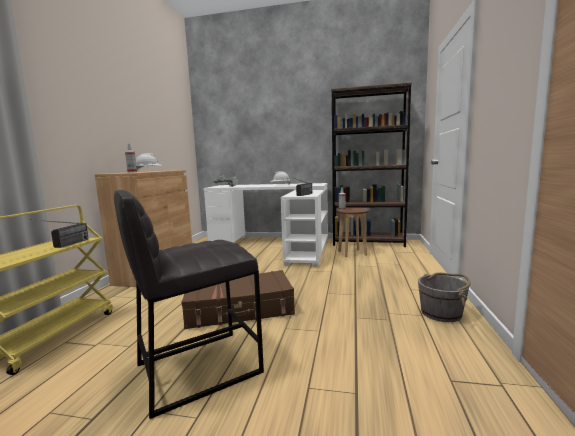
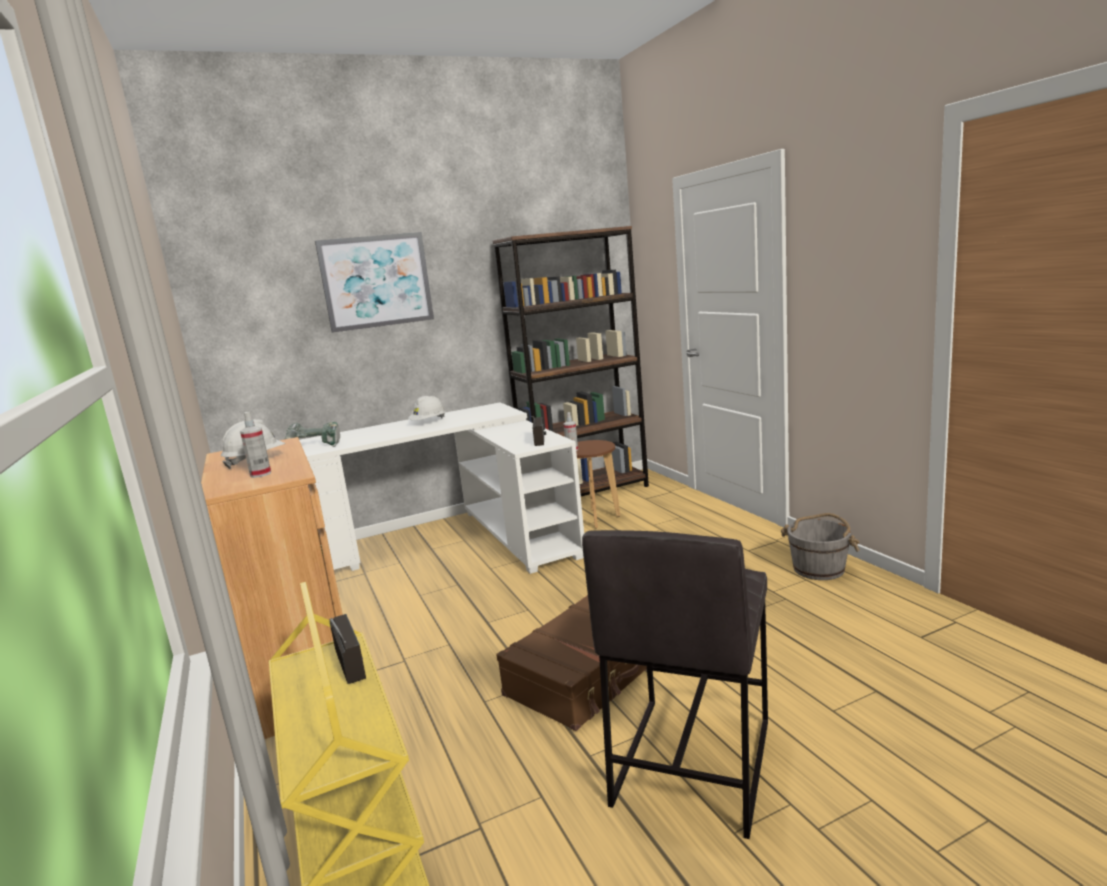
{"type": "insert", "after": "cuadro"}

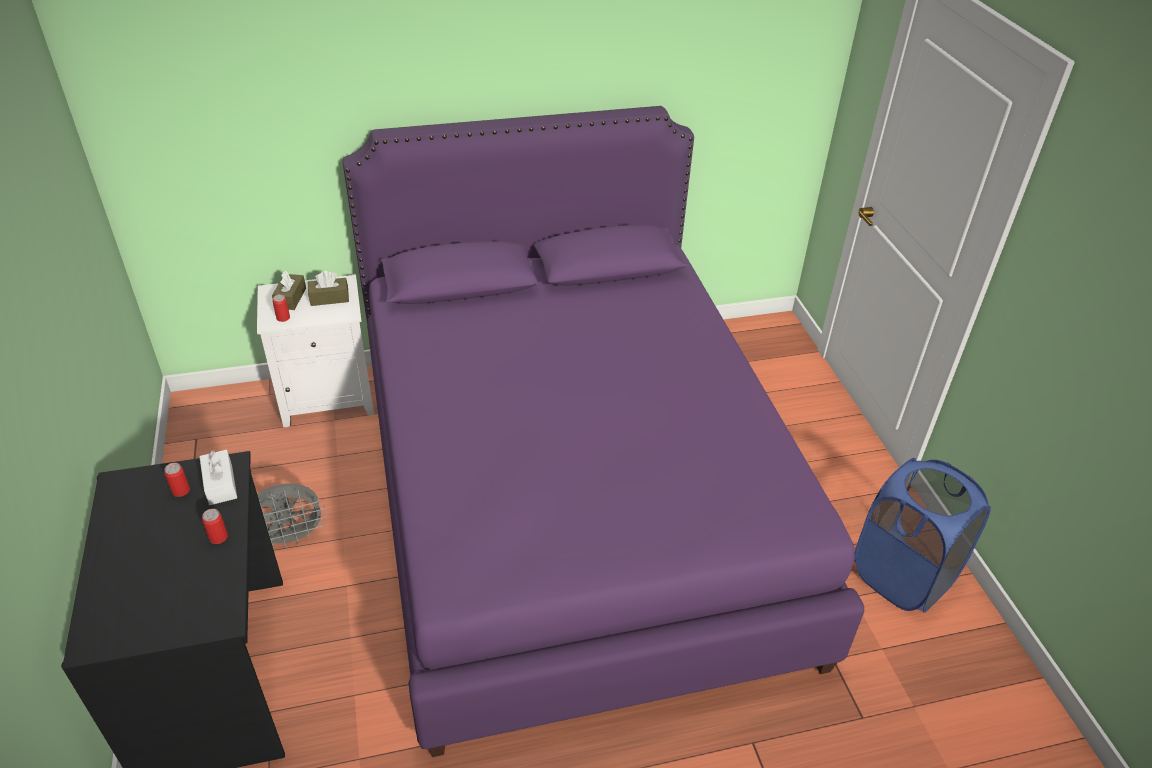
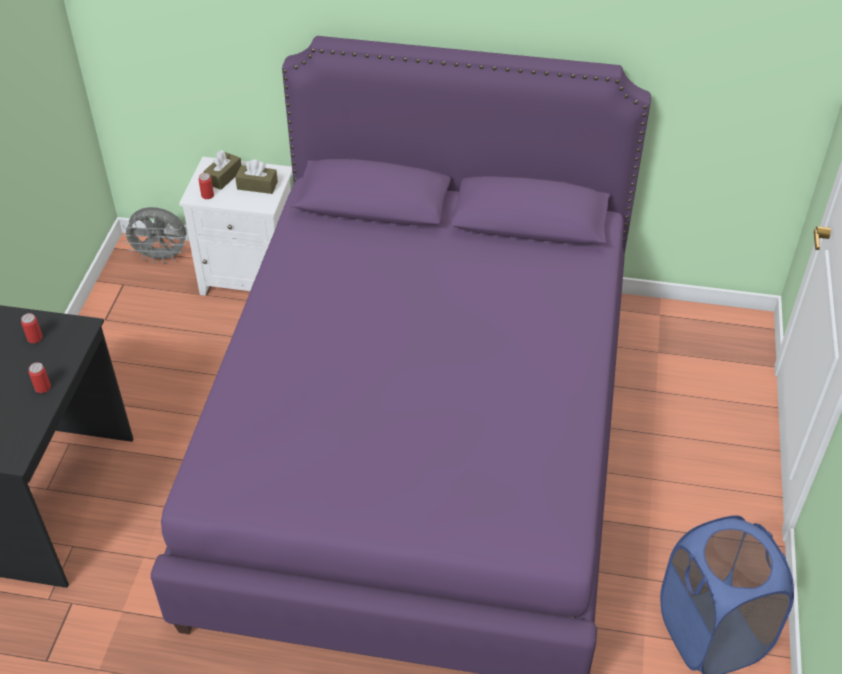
{"type": "delete", "before": "caja de pañuelos (blanco)"}
{"type": "move", "before": "ventilador (gris)"}

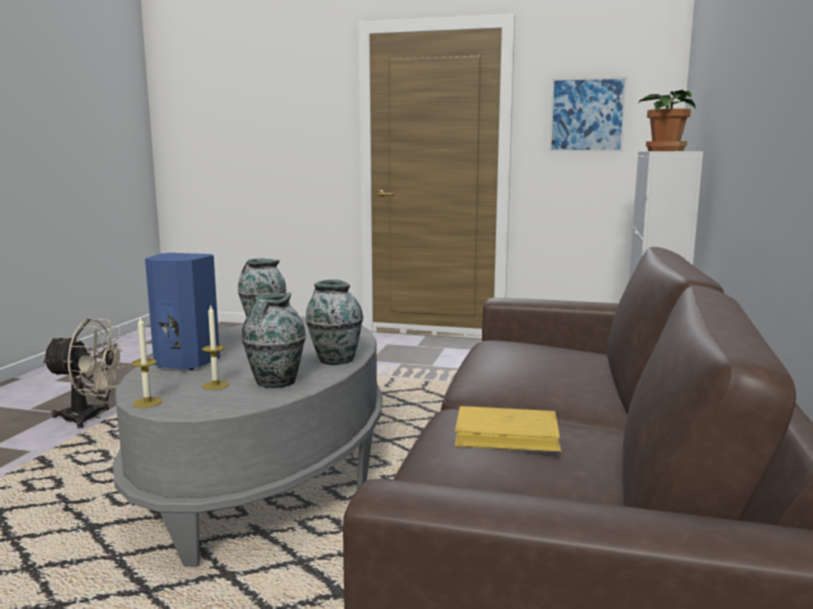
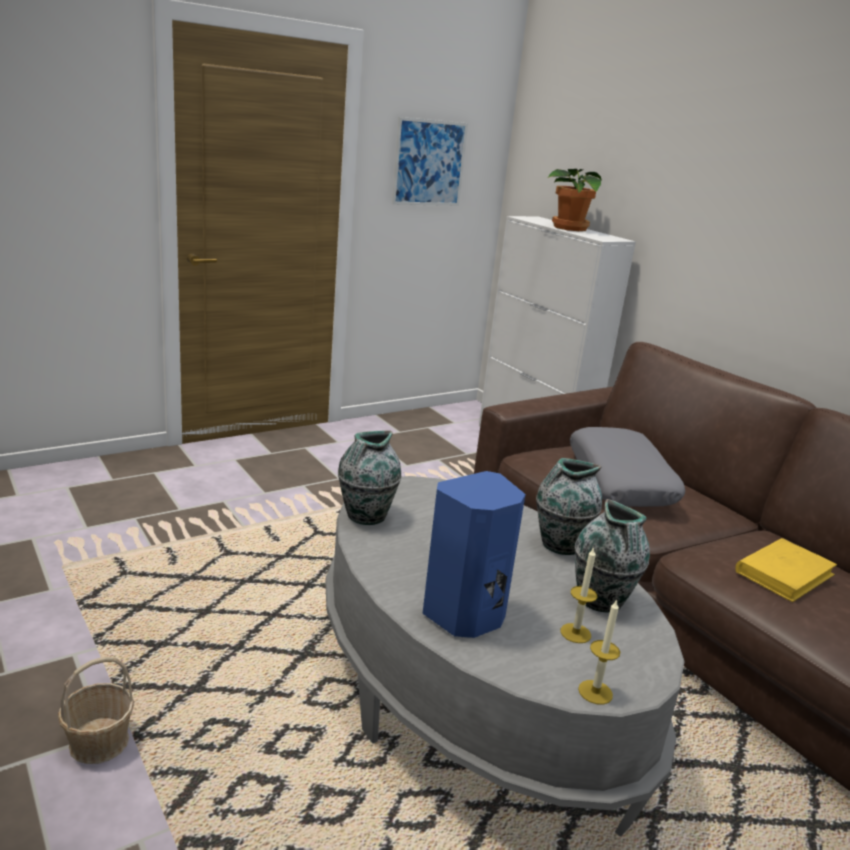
{"type": "replace", "before": "ventilador (beis)", "after": "cesta"}
{"type": "insert", "after": "cojín (gris)"}

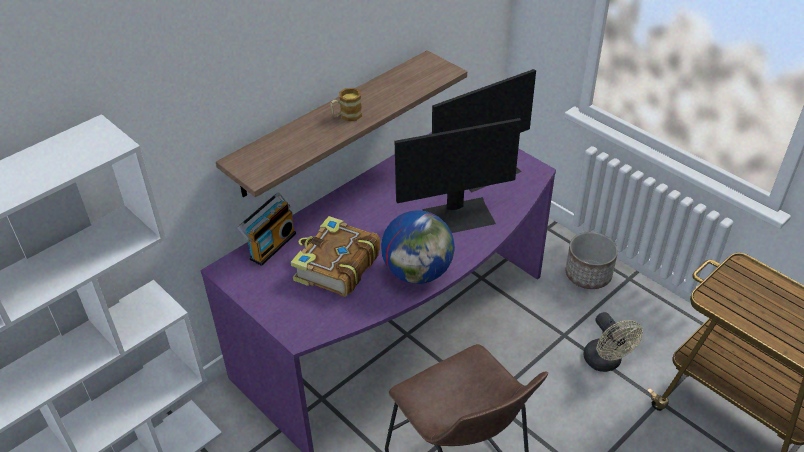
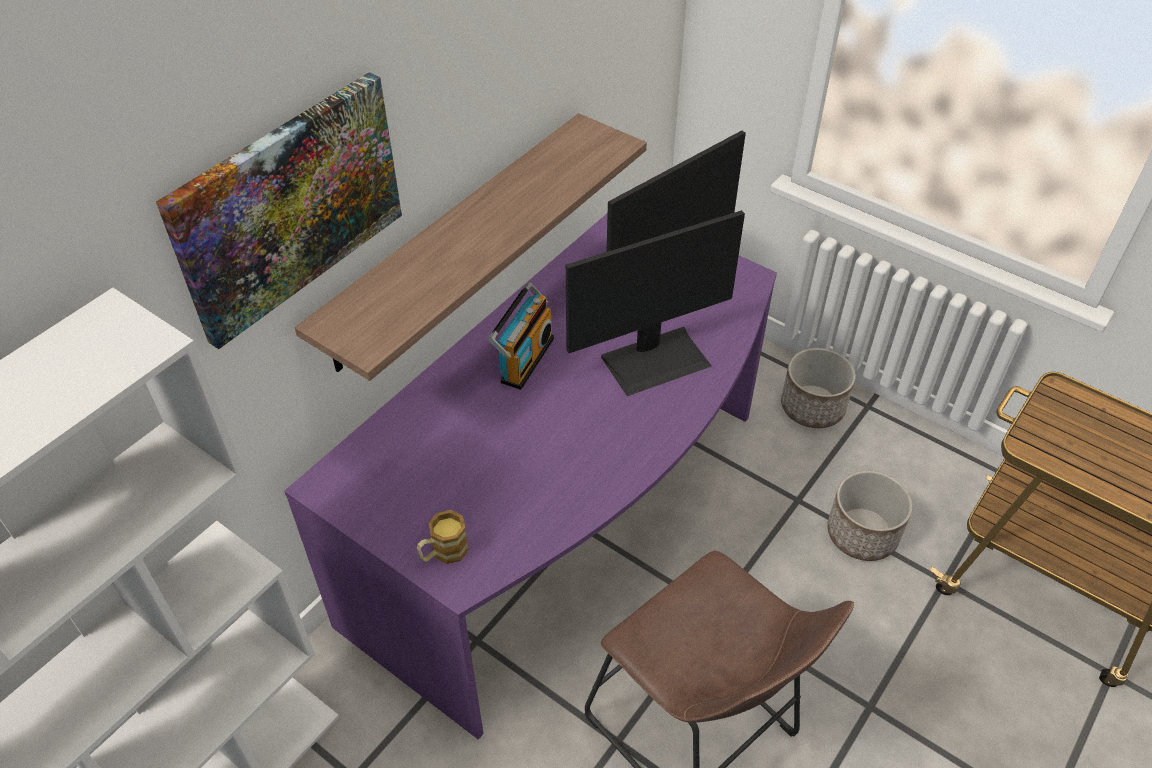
{"type": "move", "before": "taza grande"}
{"type": "move", "before": "radio"}
{"type": "delete", "before": "globo terráqueo"}
{"type": "delete", "before": "libro"}
{"type": "replace", "before": "ventilador (beis)", "after": "maceta (2nd from left)"}
{"type": "insert", "after": "cuadro"}

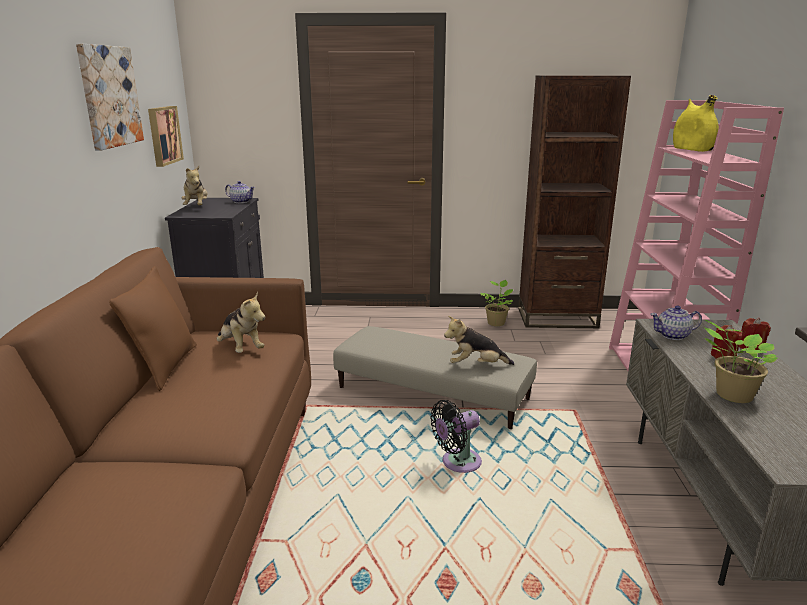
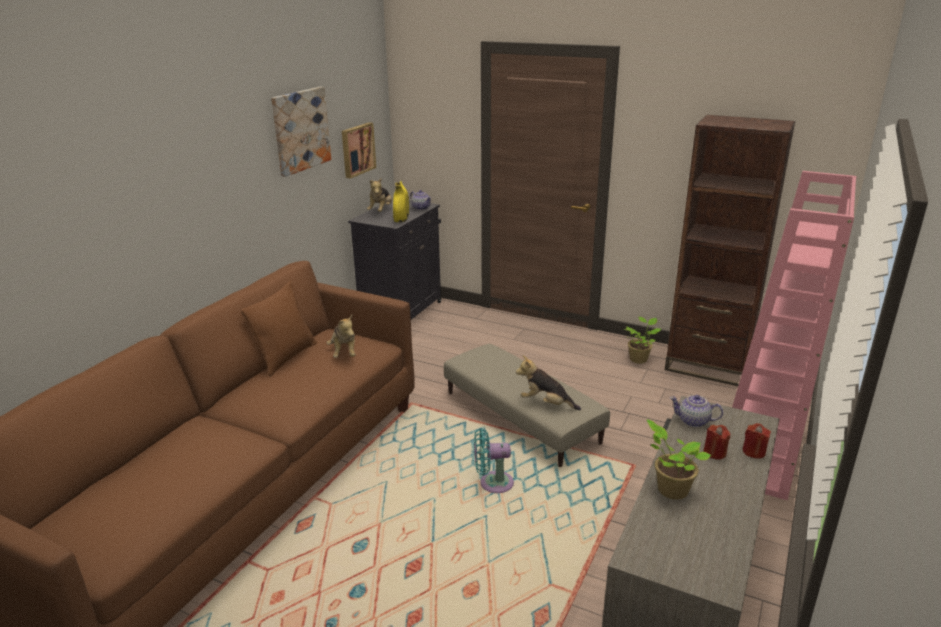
{"type": "move", "before": "florero (amarillo)"}
{"type": "recolor", "before": "ventilador (negro)", "after": "ventilador (turquesa)"}

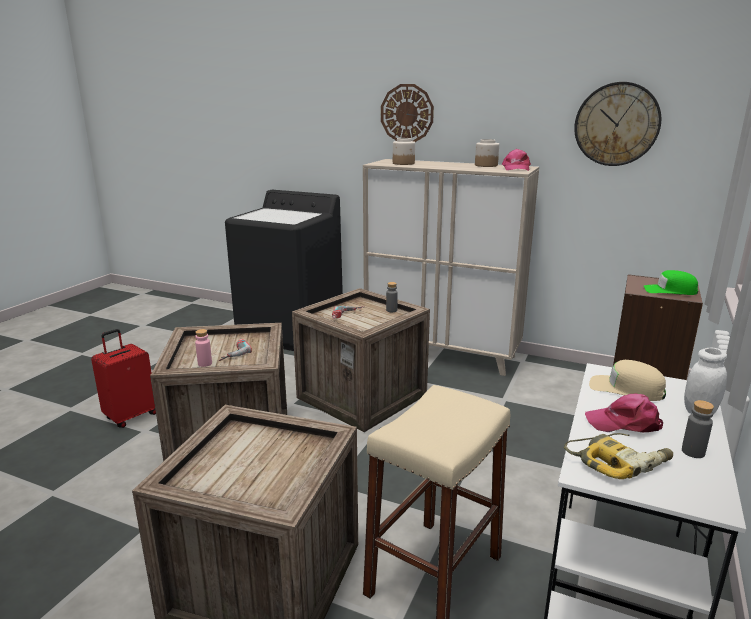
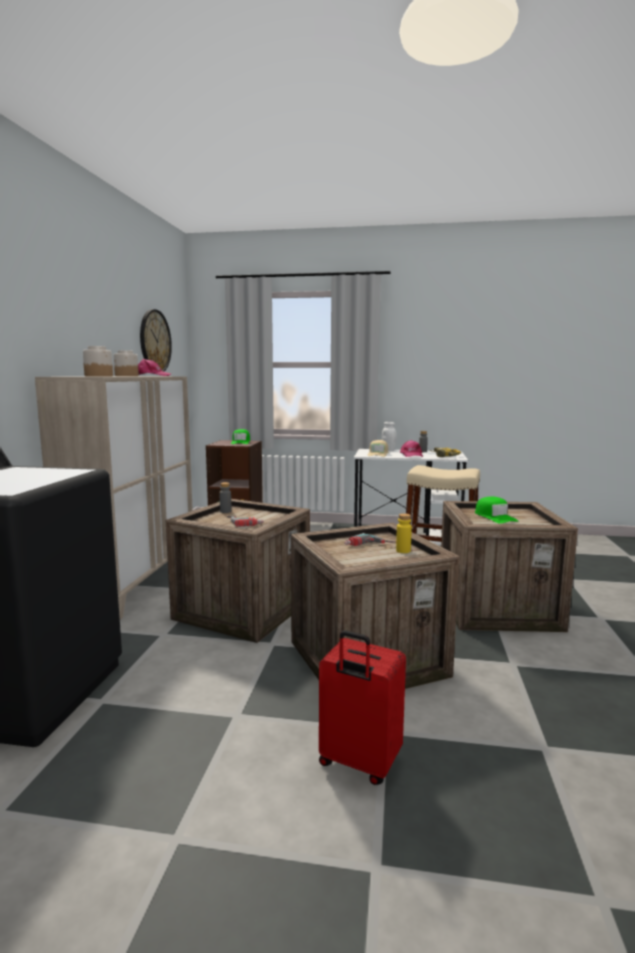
{"type": "delete", "before": "reloj de pared (1st from left)"}
{"type": "recolor", "before": "botella (rosa)", "after": "botella (amarillo)"}
{"type": "insert", "after": "gorra (verde) (2nd from left)"}

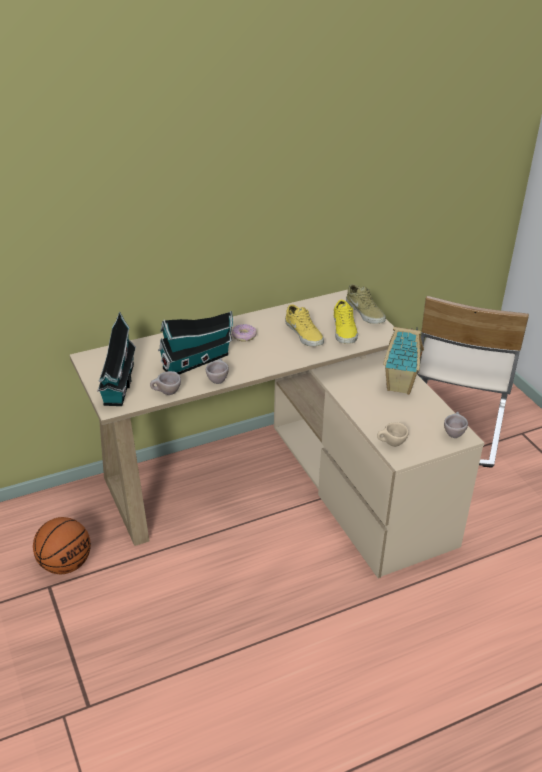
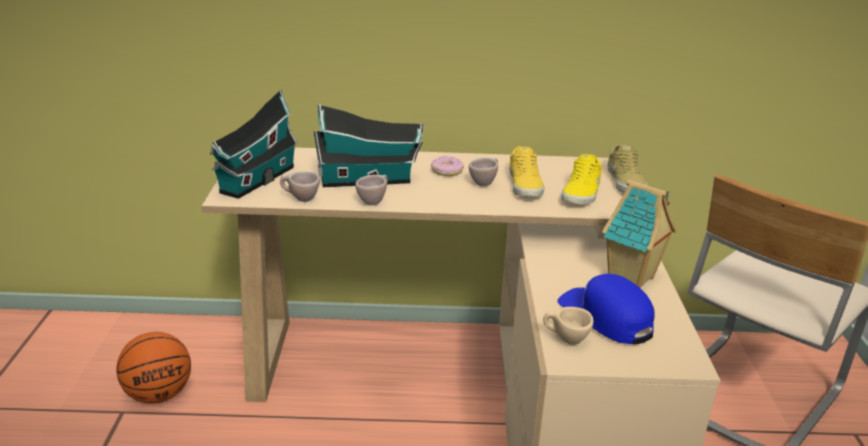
{"type": "move", "before": "taza (beis) (4th from left in the first image)", "after": "taza (beis) (3rd from left)"}
{"type": "insert", "after": "gorra (azul)"}

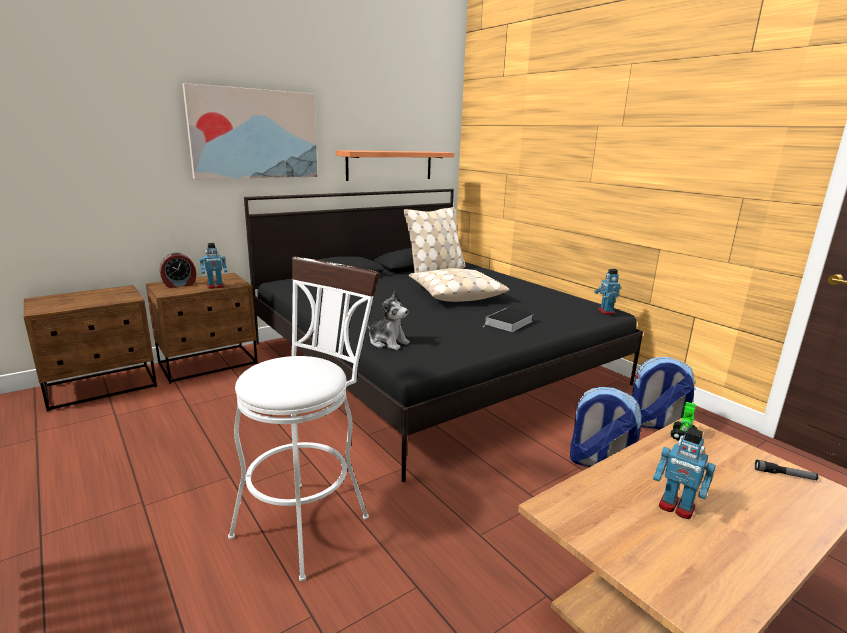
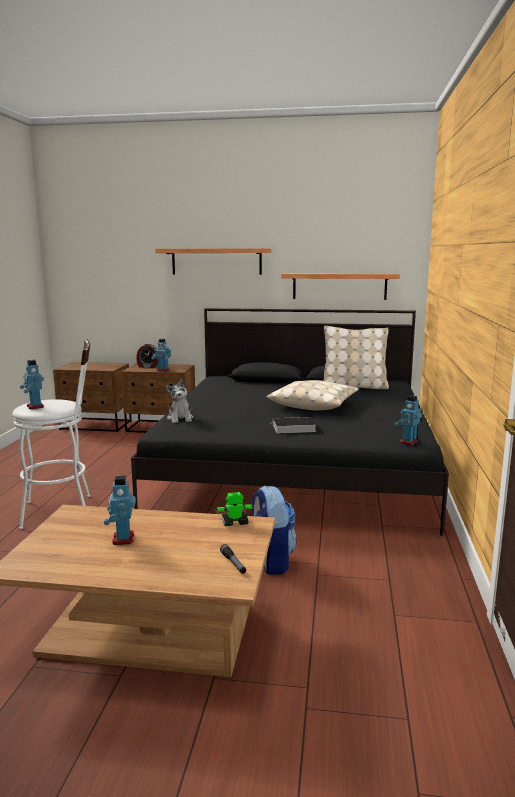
{"type": "replace", "before": "cuadro", "after": "estante (1st from left)"}
{"type": "delete", "before": "mochila (2nd from left)"}
{"type": "insert", "after": "robot de juguete (1st from left)"}

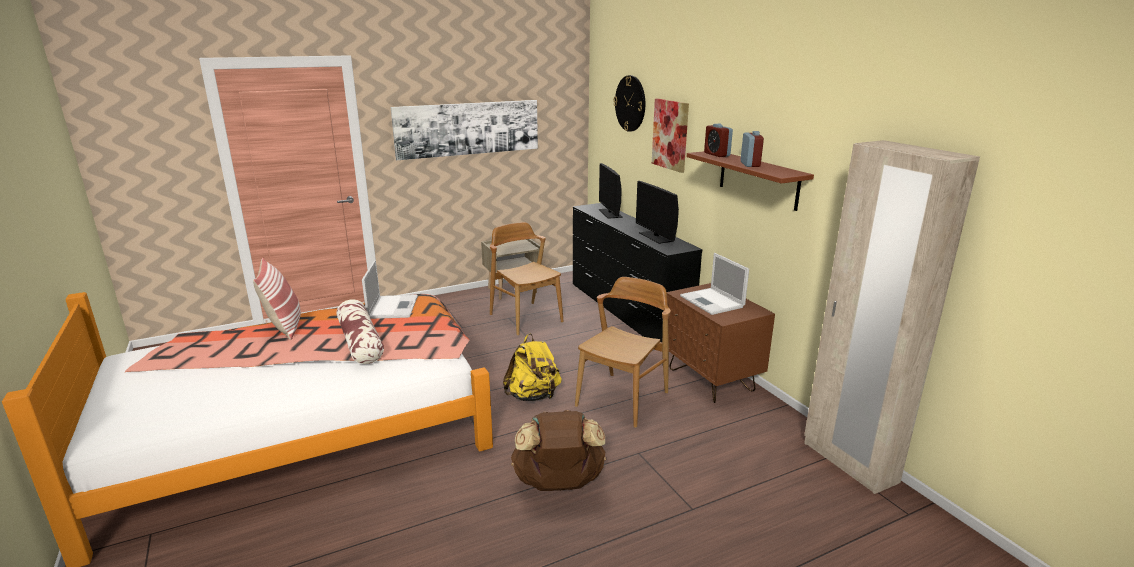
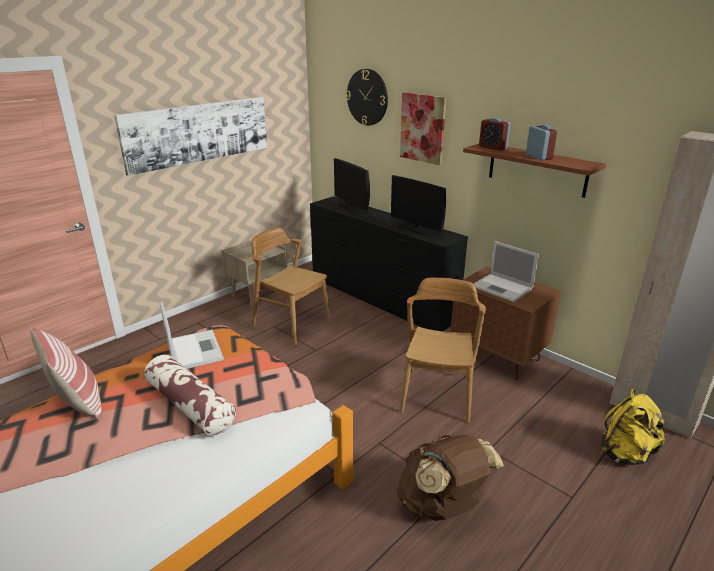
{"type": "move", "before": "mochila (amarillo)"}

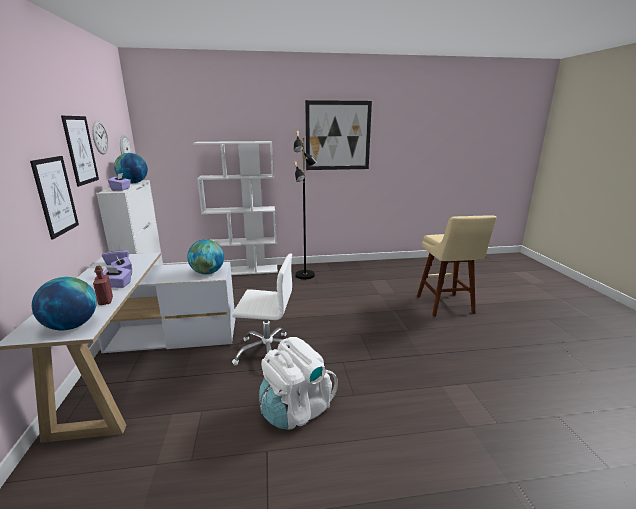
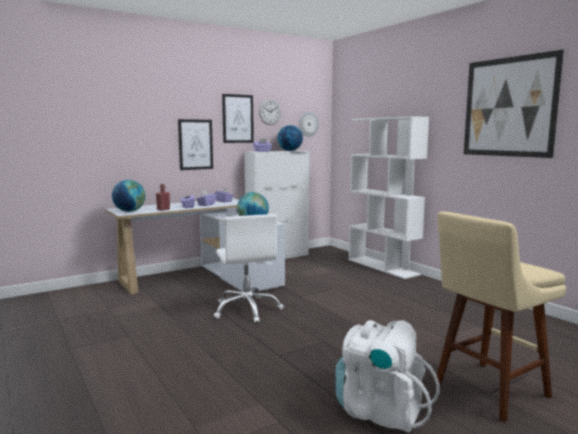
{"type": "delete", "before": "lámpara de pie (negro)"}
{"type": "move", "before": "mochila (blanco)"}

